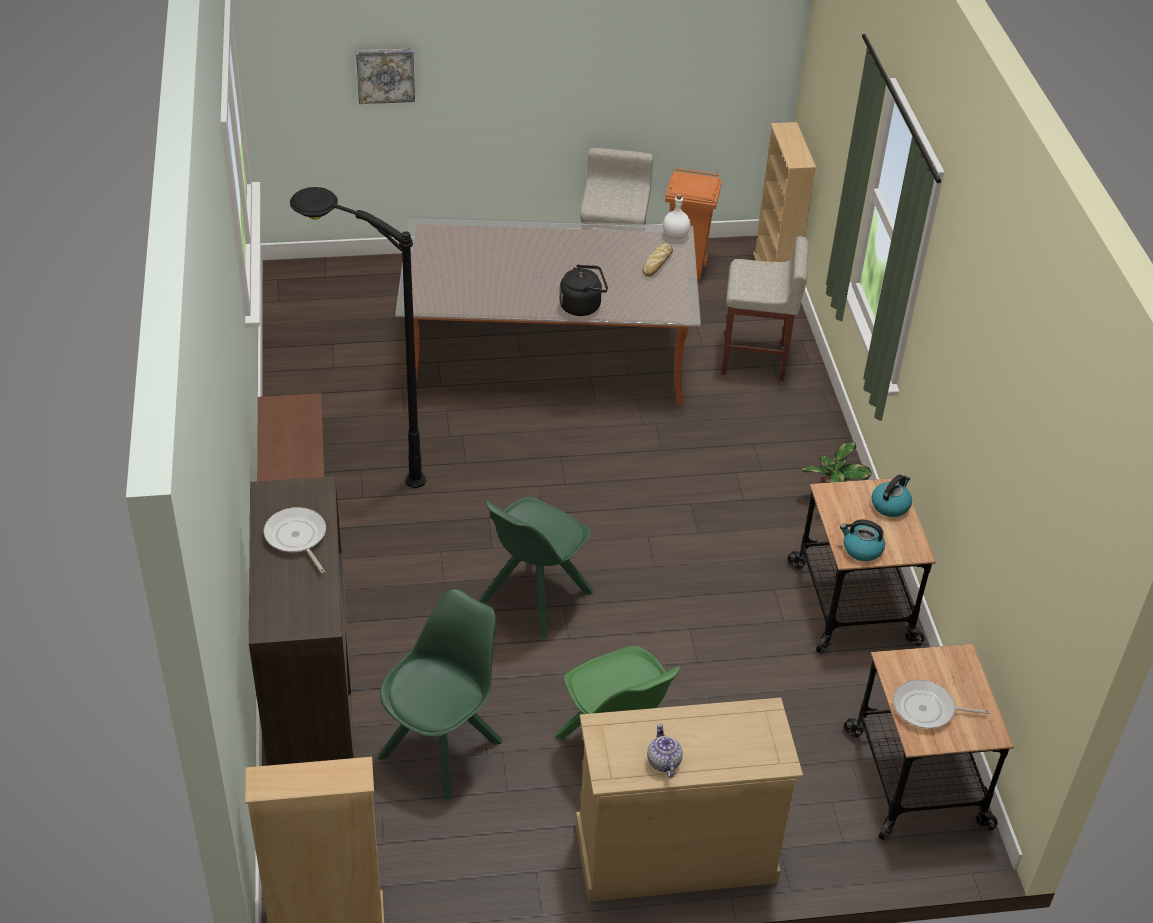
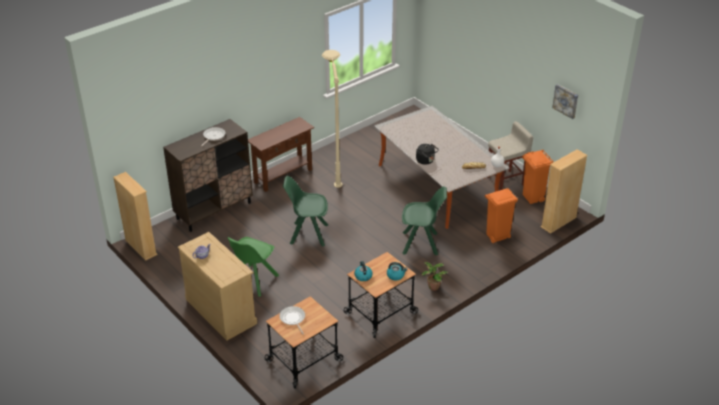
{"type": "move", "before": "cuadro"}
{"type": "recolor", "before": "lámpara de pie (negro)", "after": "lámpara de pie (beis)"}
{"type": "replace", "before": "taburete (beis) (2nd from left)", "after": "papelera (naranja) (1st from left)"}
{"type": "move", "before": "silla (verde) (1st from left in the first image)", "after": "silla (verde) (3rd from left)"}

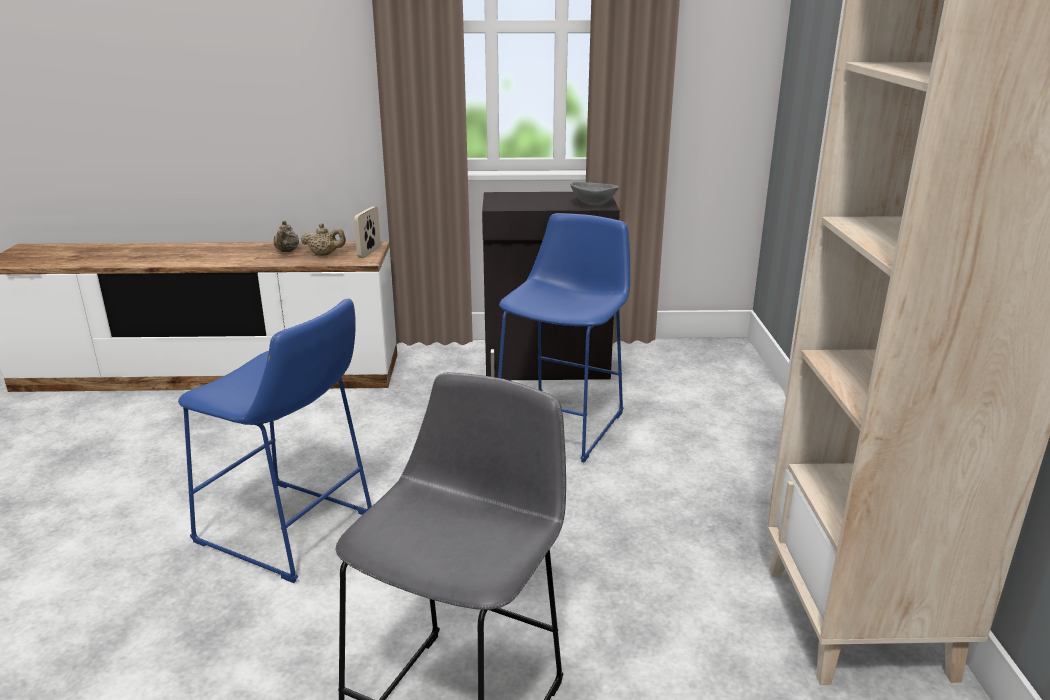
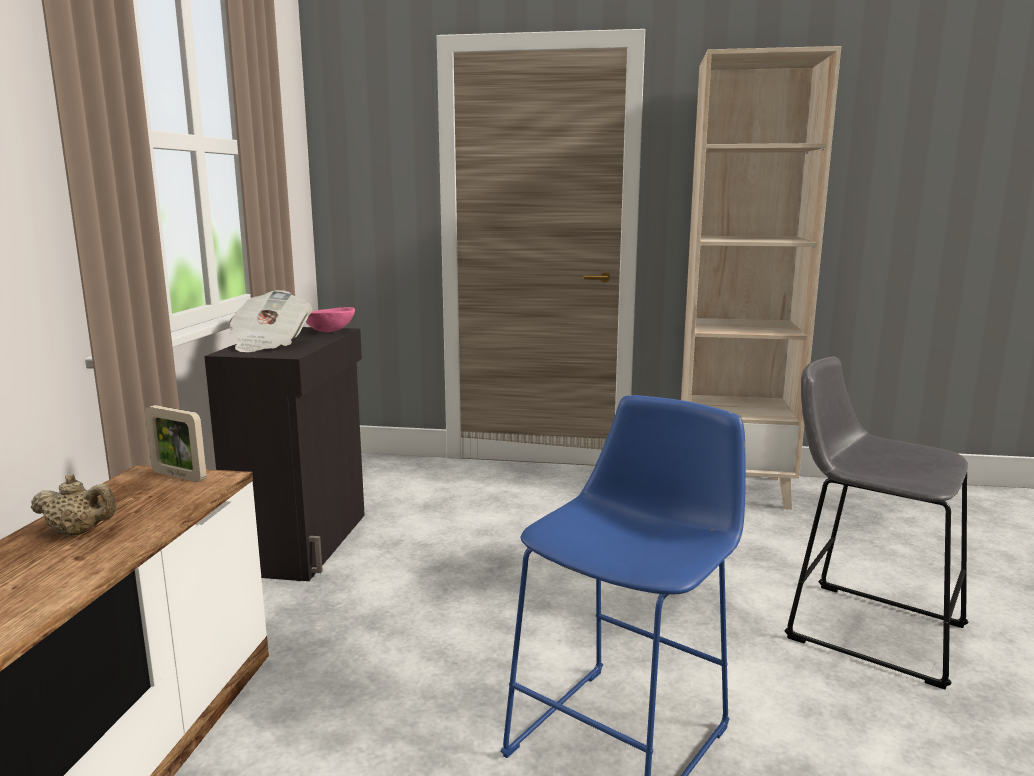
{"type": "recolor", "before": "cuenco (gris)", "after": "cuenco (rosa)"}
{"type": "delete", "before": "taburete (azul) (2nd from left)"}
{"type": "delete", "before": "tetera (beis) (2nd from left)"}
{"type": "insert", "after": "periódico"}

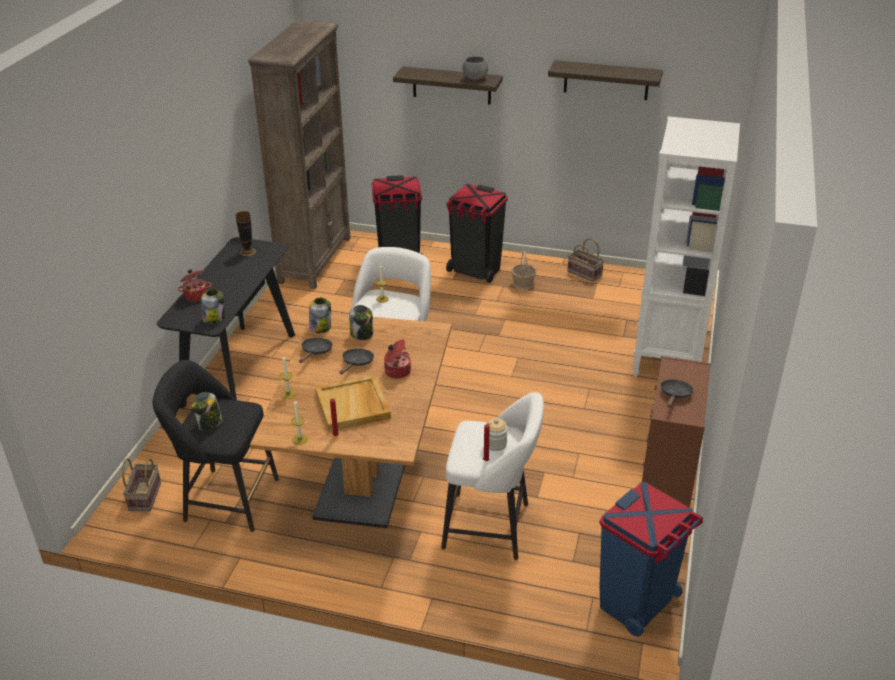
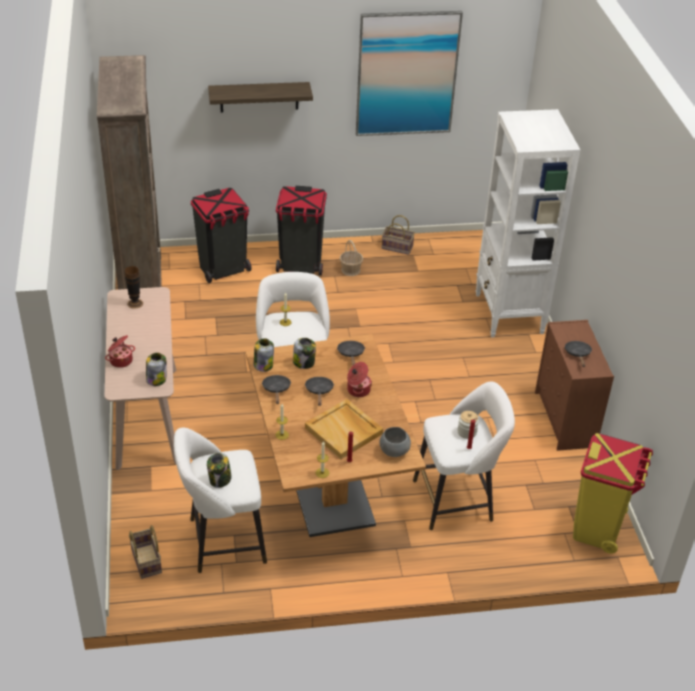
{"type": "move", "before": "cuenco (gris)"}
{"type": "replace", "before": "estante (2nd from left)", "after": "cuadro"}
{"type": "recolor", "before": "mesa consola (negro)", "after": "mesa consola (beis)"}
{"type": "recolor", "before": "taburete (negro)", "after": "taburete (blanco) (1st from left)"}
{"type": "recolor", "before": "papelera (azul)", "after": "papelera (amarillo)"}
{"type": "insert", "after": "sartén (negro) (3rd from left)"}

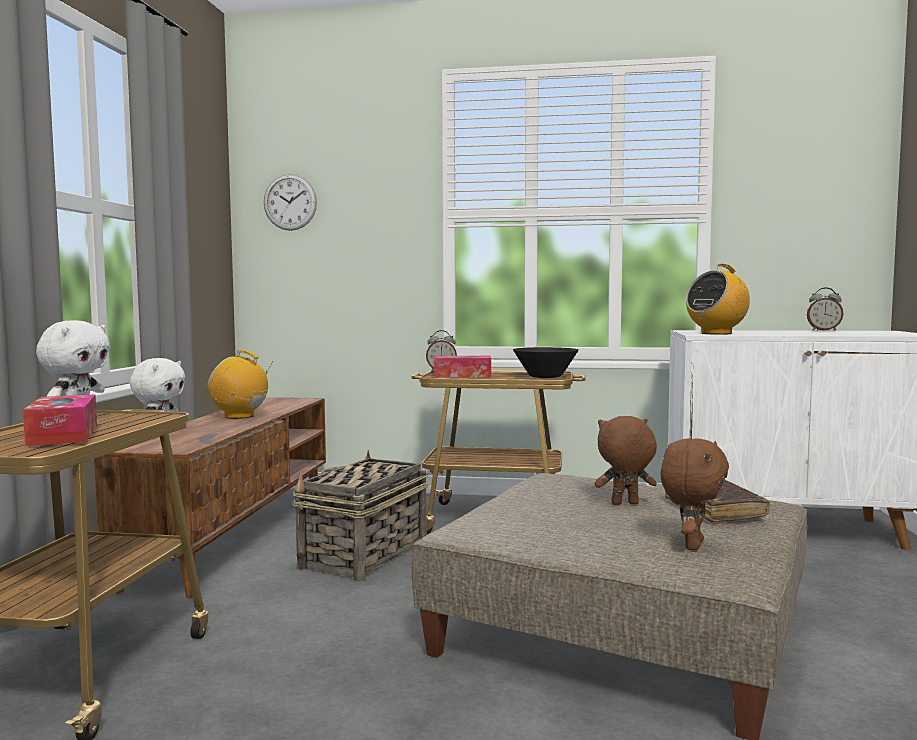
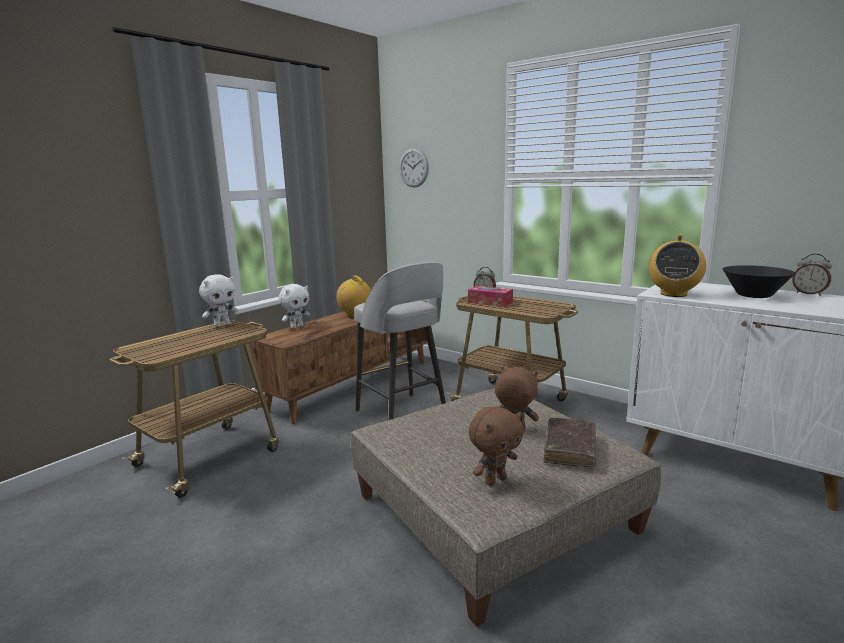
{"type": "rotate", "before": "radio (2nd from left)", "turn": -60}
{"type": "move", "before": "cuenco (negro)"}
{"type": "delete", "before": "caja de pañuelos (1st from left)"}
{"type": "replace", "before": "cesta", "after": "taburete (gris)"}

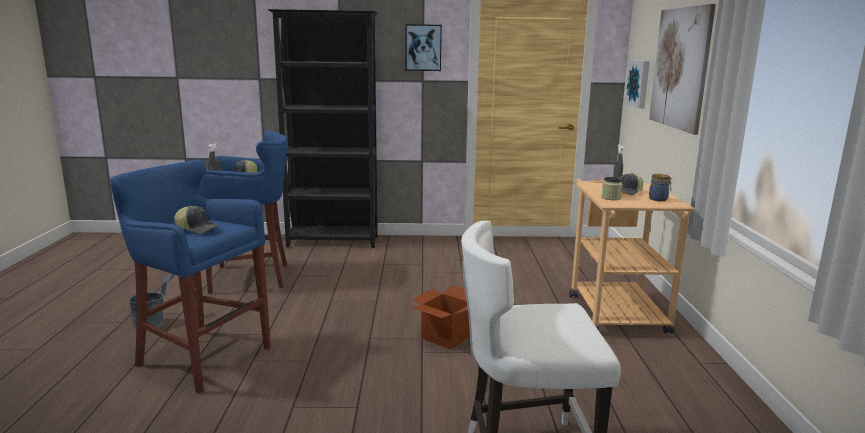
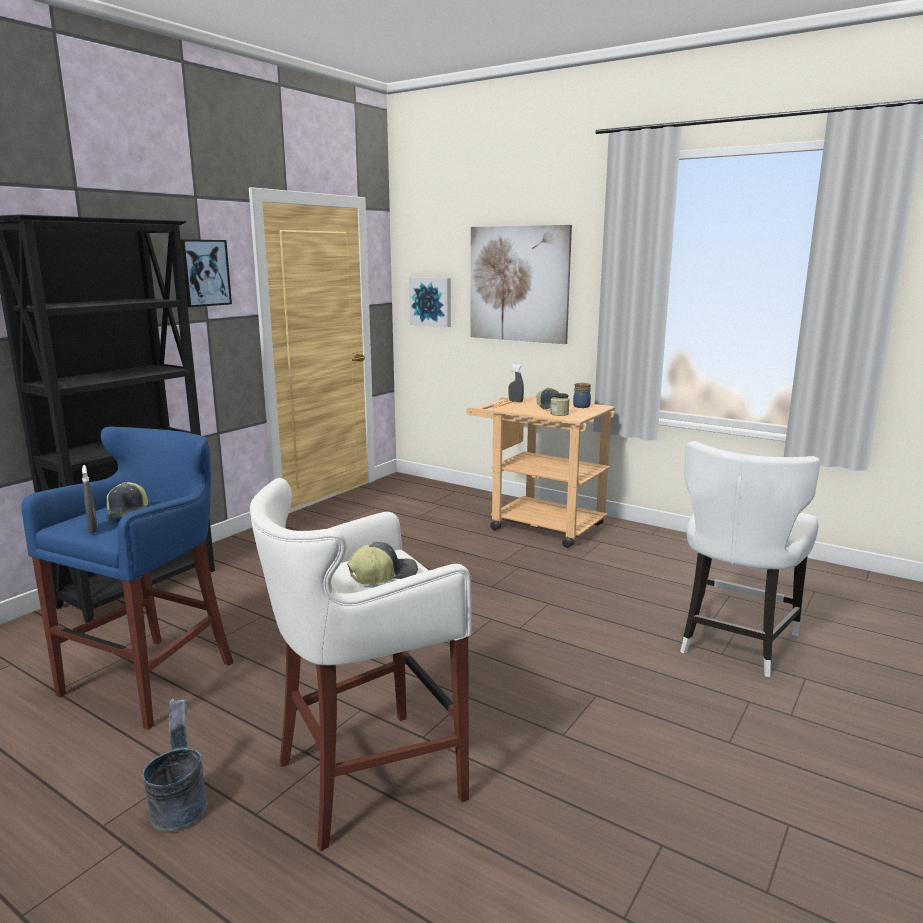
{"type": "recolor", "before": "taburete (azul) (1st from left)", "after": "taburete (blanco)"}
{"type": "delete", "before": "caja de cartón"}

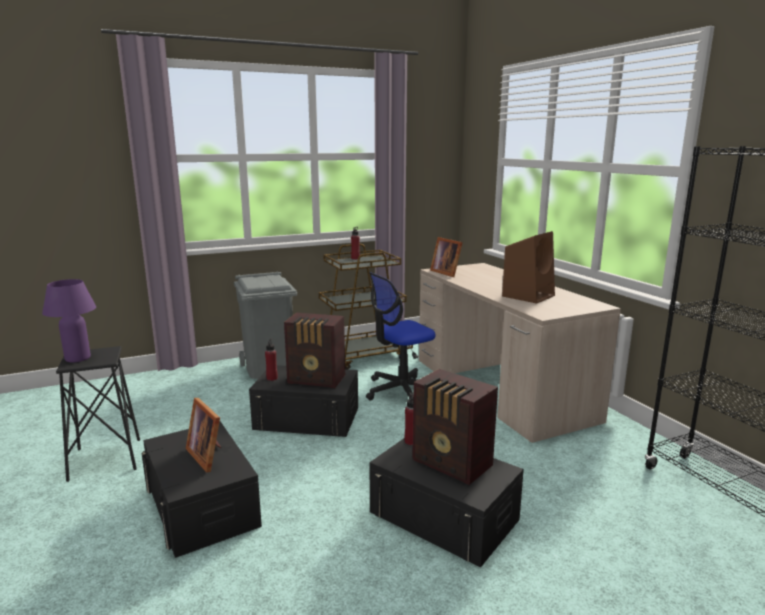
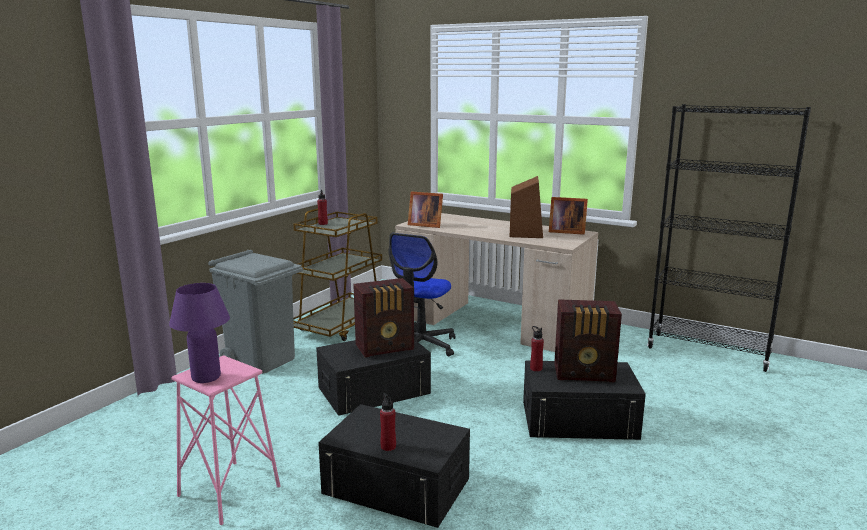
{"type": "move", "before": "botella (rojo) (1st from left in the first image)", "after": "botella (rojo) (2nd from left)"}
{"type": "recolor", "before": "taburete (negro)", "after": "taburete (rosa)"}
{"type": "move", "before": "portarretratos (1st from left in the first image)", "after": "portarretratos (2nd from left)"}

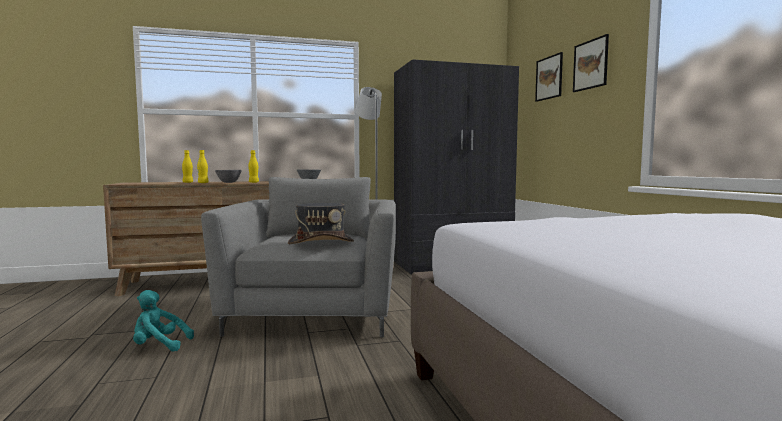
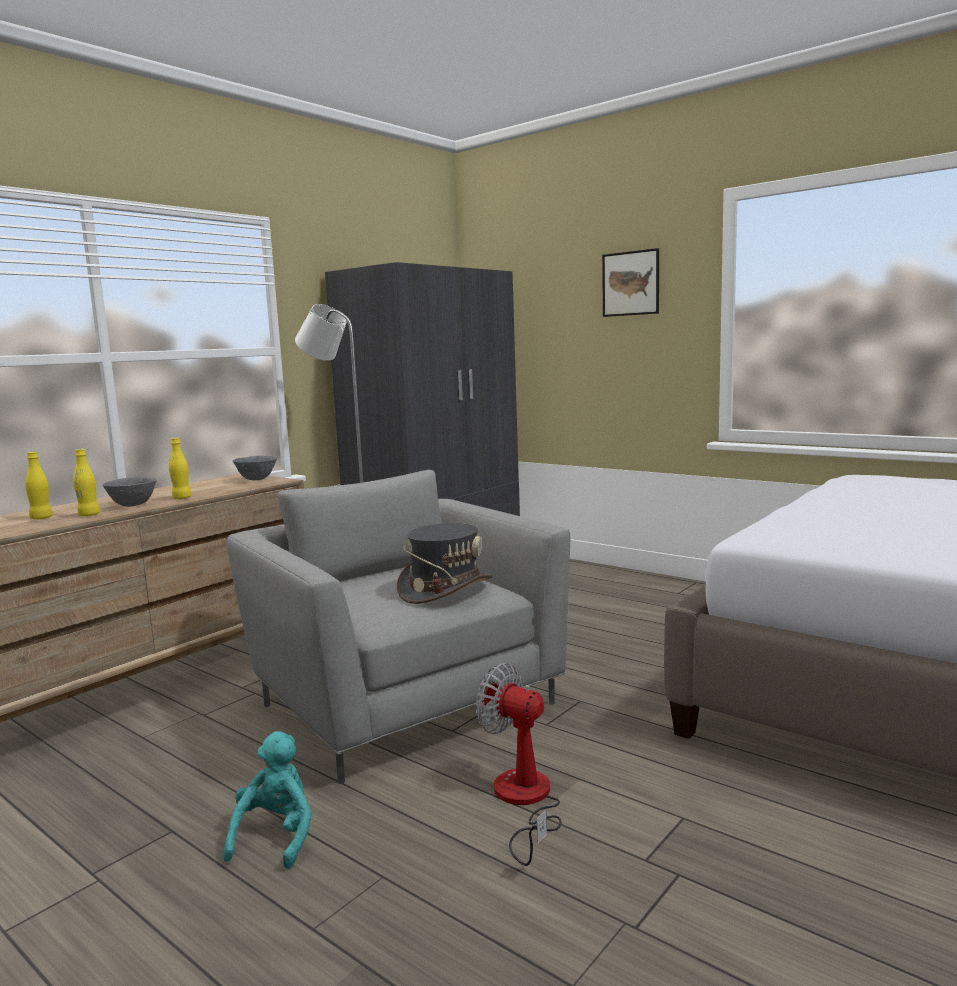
{"type": "delete", "before": "cuadro (1st from left)"}
{"type": "rotate", "before": "peluche (turquesa)", "turn": 135}
{"type": "insert", "after": "ventilador"}

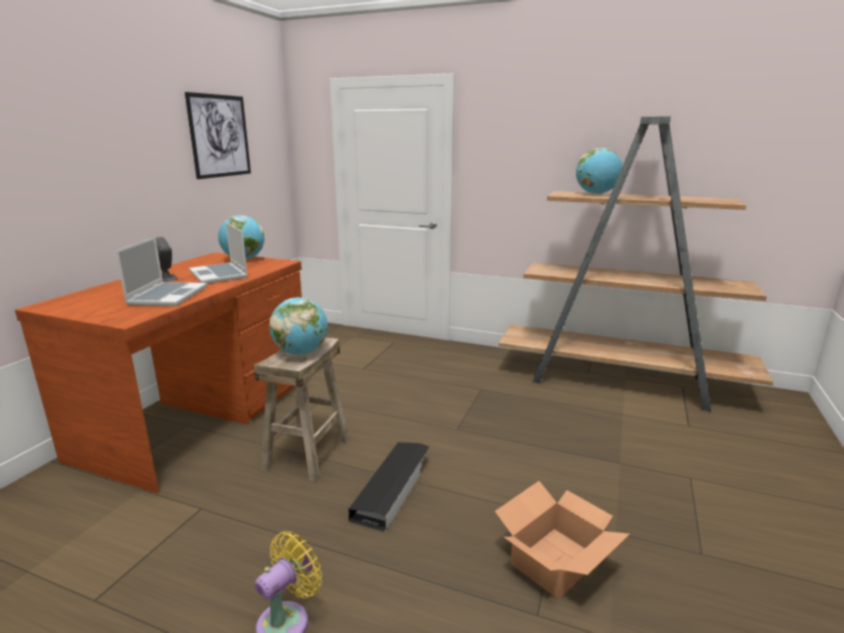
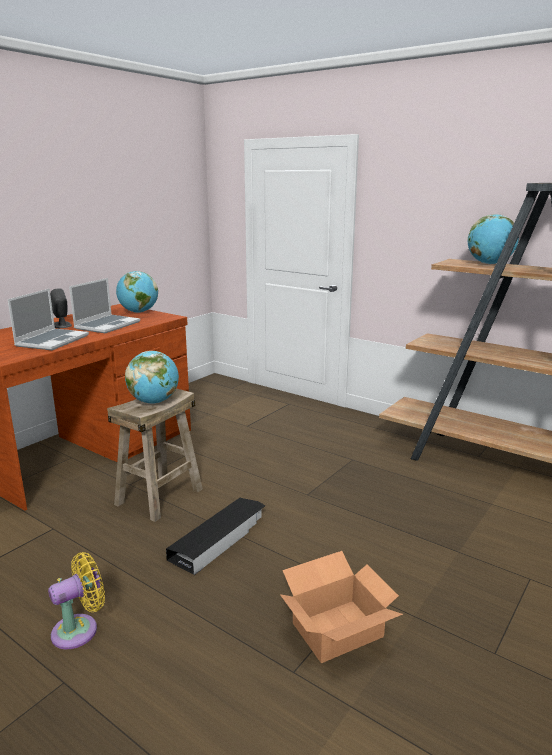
{"type": "delete", "before": "cuadro"}
{"type": "rotate", "before": "portátil (2nd from left)", "turn": -135}

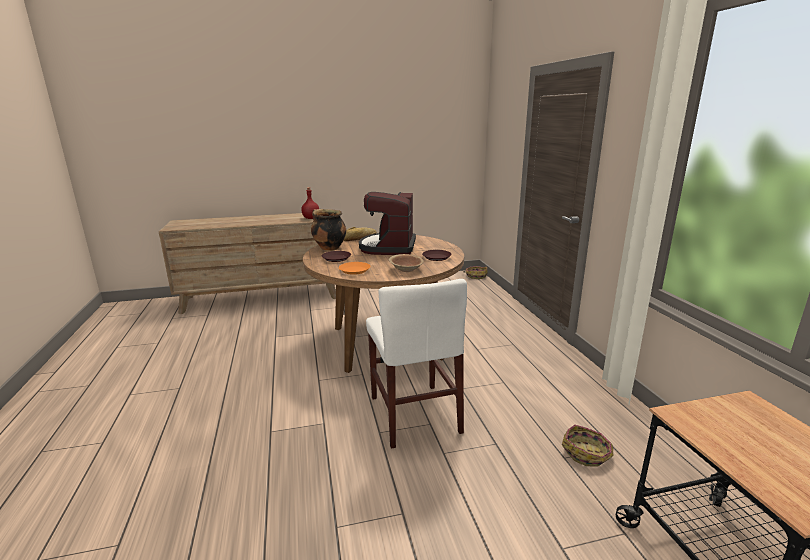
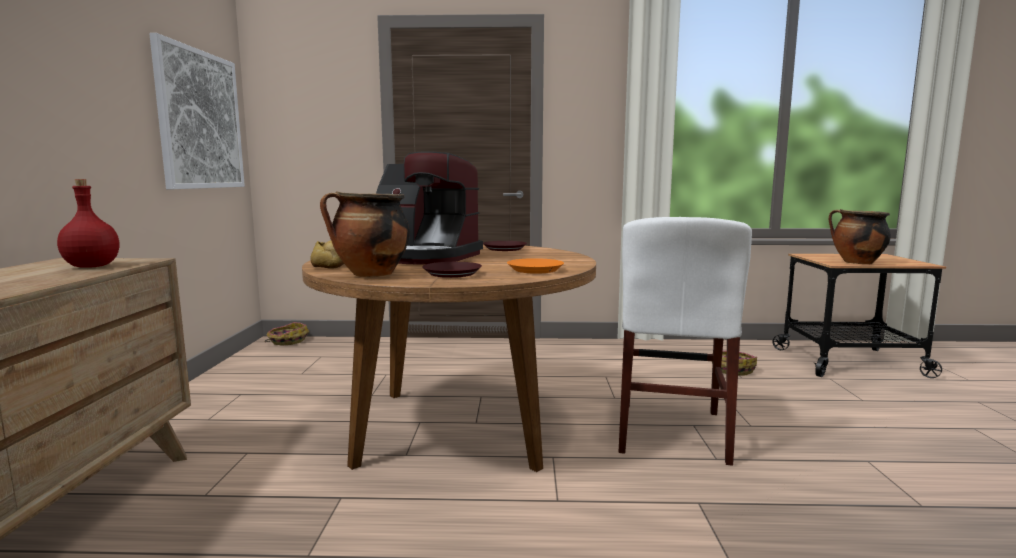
{"type": "delete", "before": "cuenco (marrón)"}
{"type": "rotate", "before": "silla (blanco)", "turn": 105}
{"type": "insert", "after": "cuadro"}
{"type": "insert", "after": "olla (2nd from left)"}

